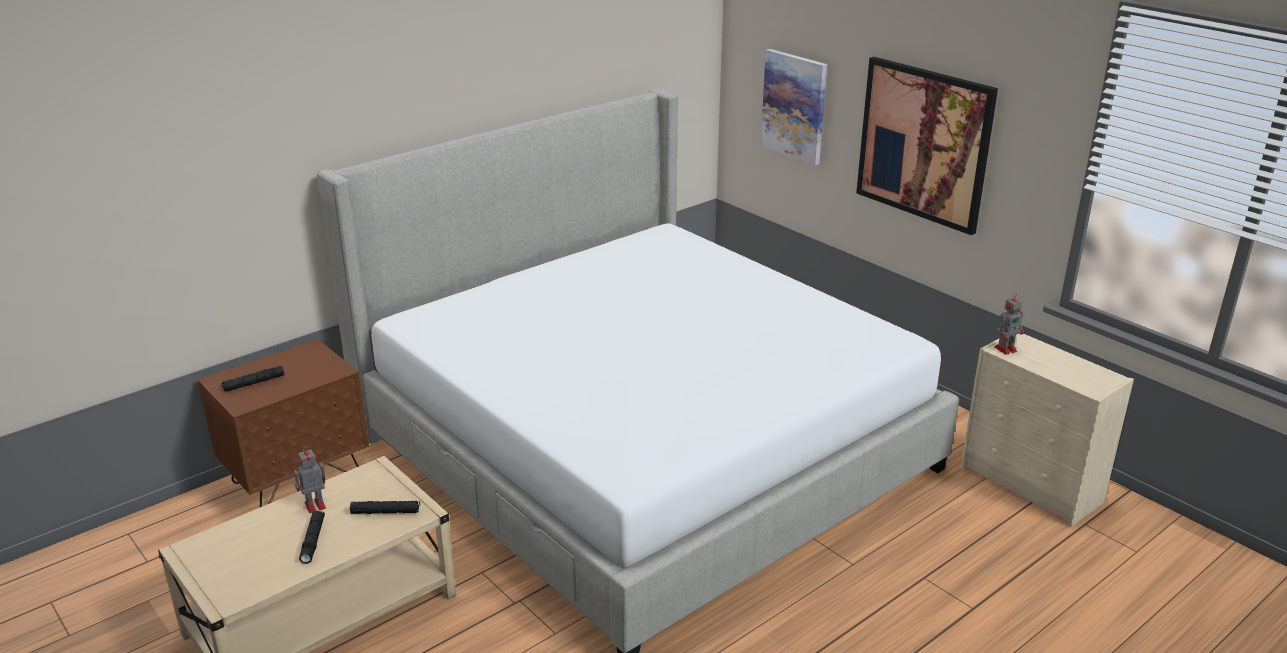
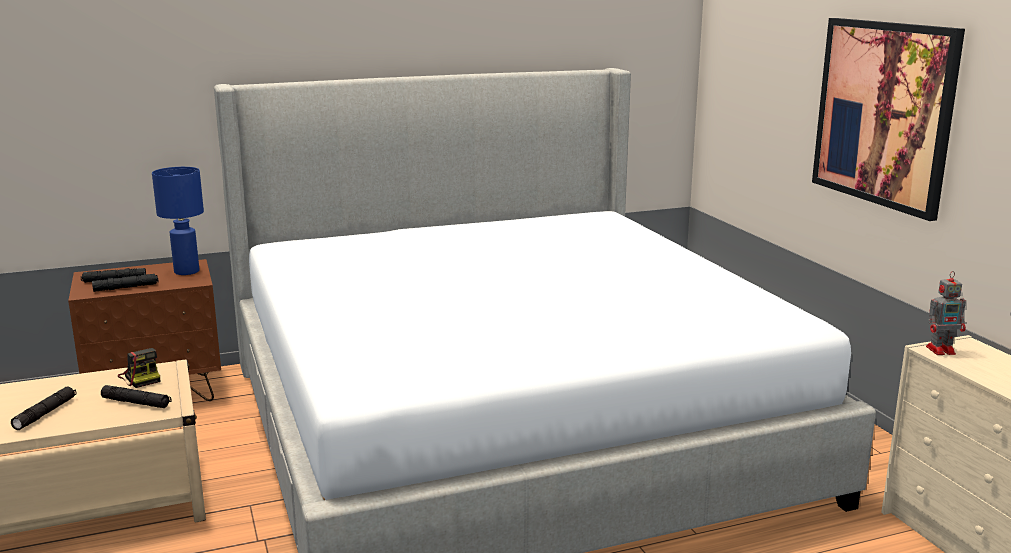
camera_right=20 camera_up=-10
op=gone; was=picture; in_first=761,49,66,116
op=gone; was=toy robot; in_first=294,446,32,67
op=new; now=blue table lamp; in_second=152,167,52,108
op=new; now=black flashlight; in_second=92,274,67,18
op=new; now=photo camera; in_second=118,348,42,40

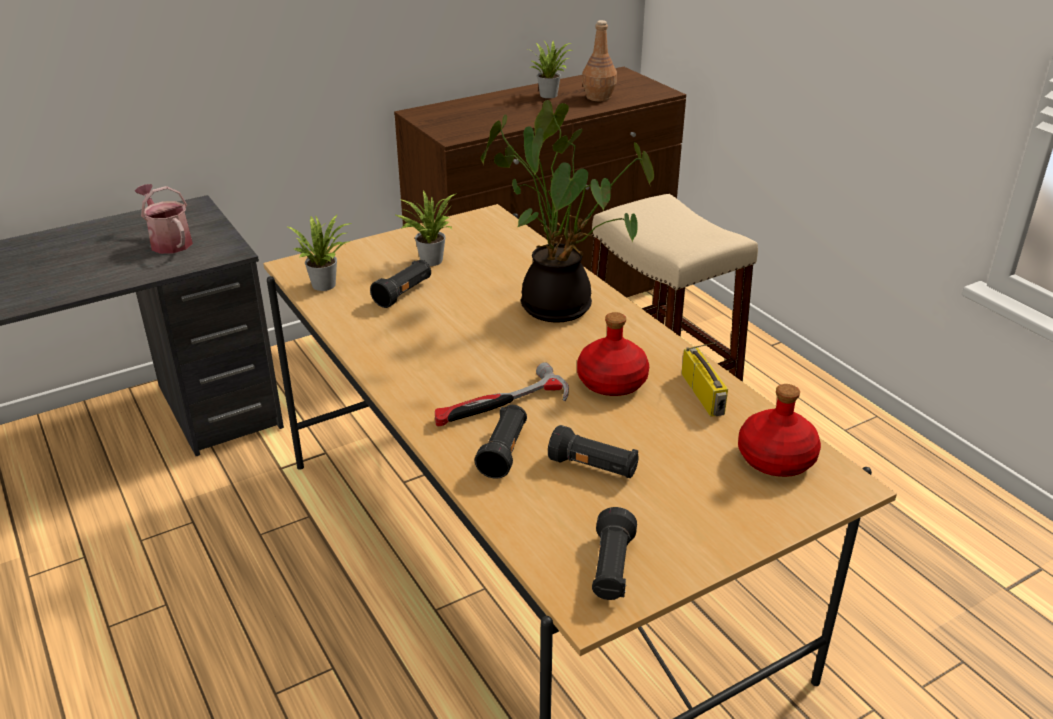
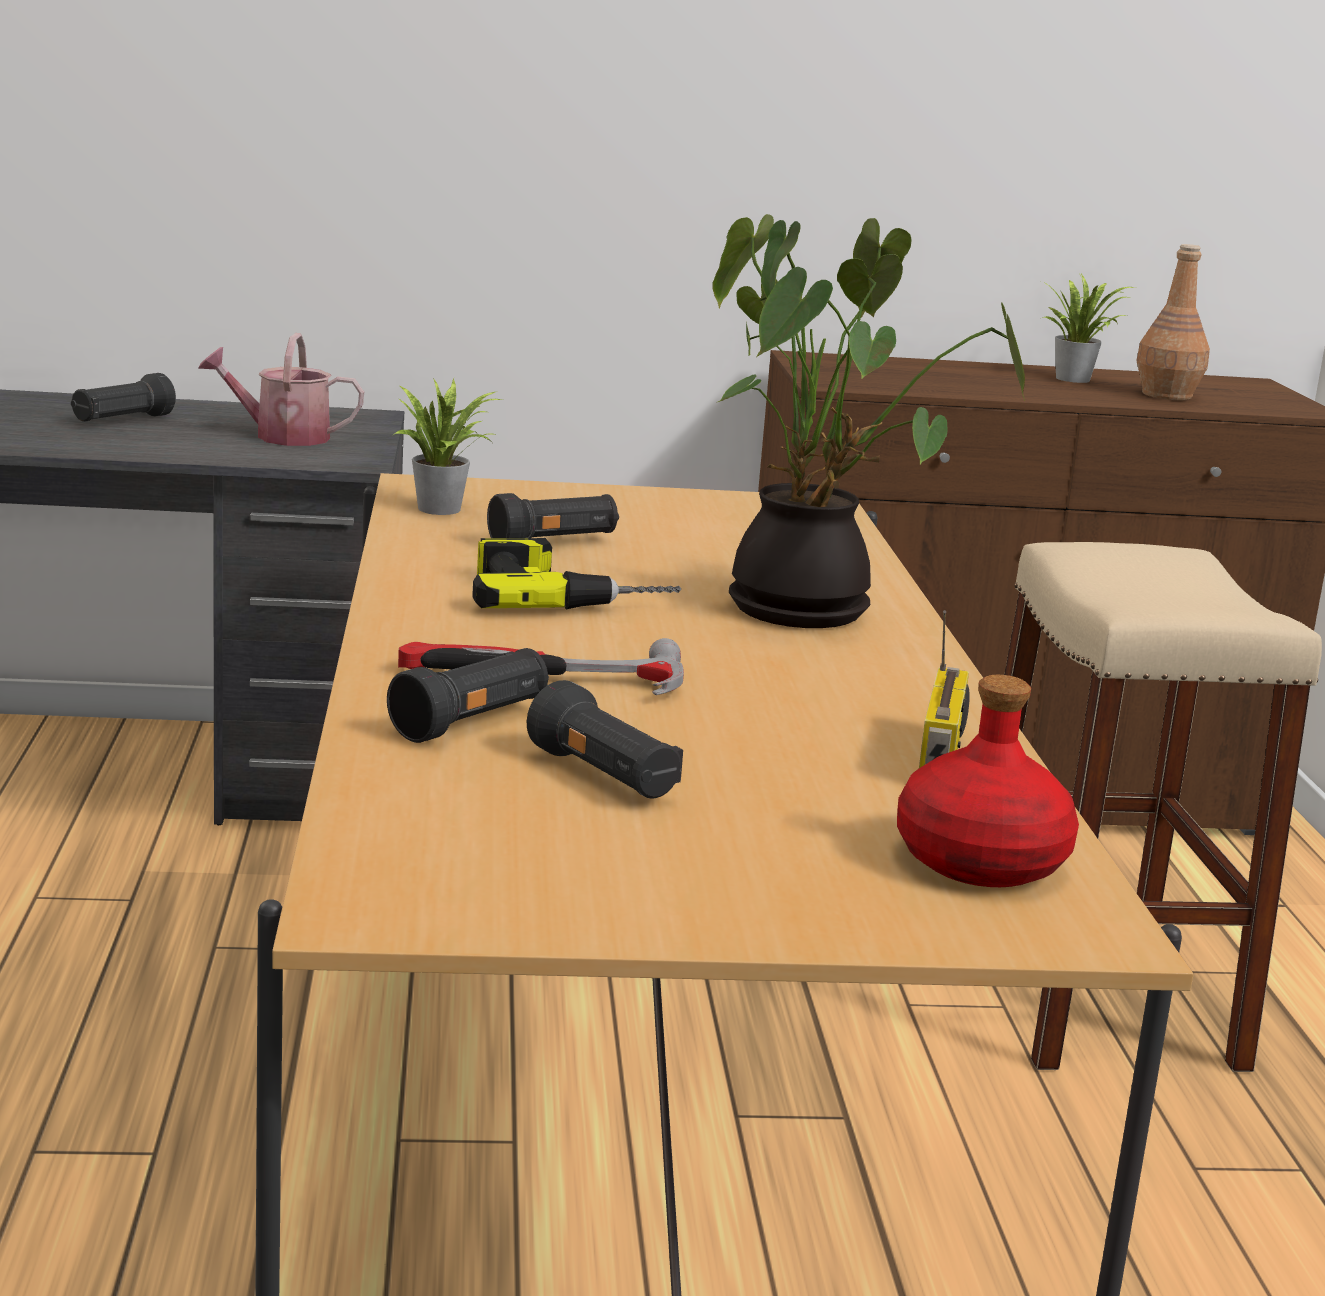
camera_right=25 camera_up=-15
op=rotated; was=watering can; in_first=135,184,58,70; in_second=198,333,166,113; clockwise=-75
op=gone; was=potted plant; in_first=396,190,61,76
op=gone; was=red bottle; in_first=577,312,72,84
op=shifted; was=black flashlight; in_first=592,507,45,93; in_second=71,373,105,49
op=new; now=power drill; in_second=472,538,209,71

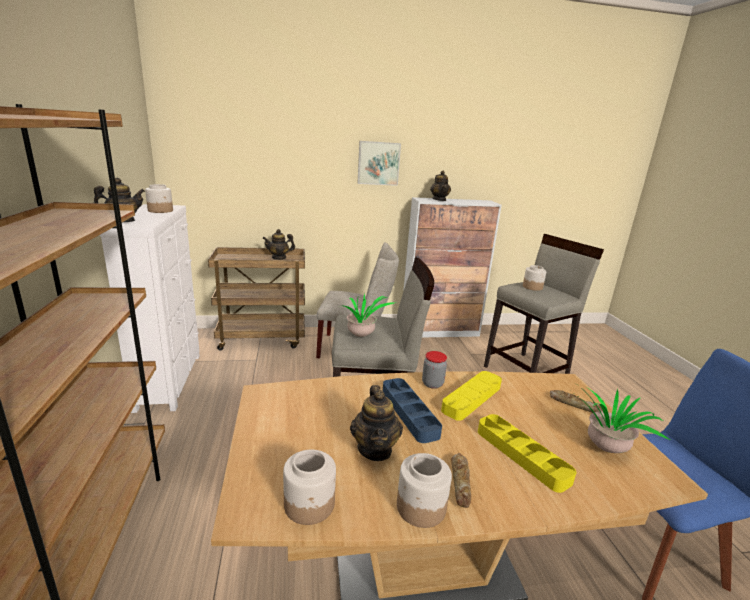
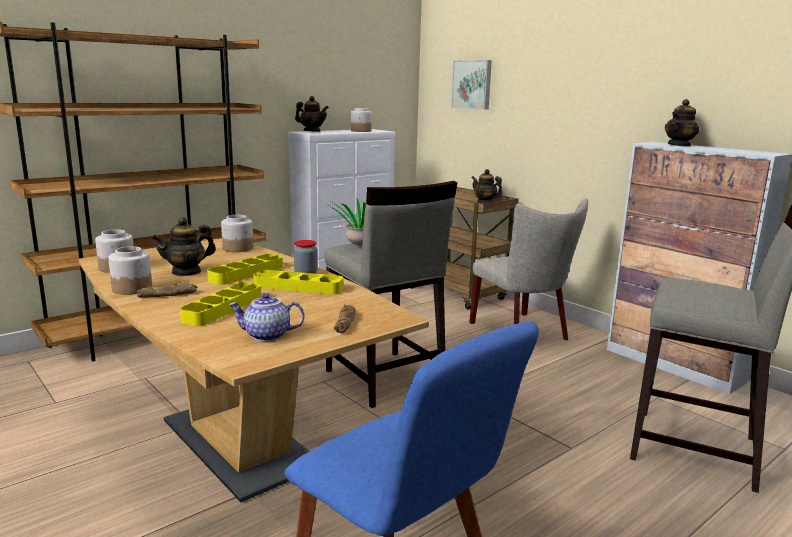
camera_right=60 camera_up=-5
op=shifted; was=picture; in_first=358,141,43,45; in_second=451,60,41,50
op=shifted; was=jar; in_first=523,265,23,26; in_second=221,215,32,37
op=repainted; was=blue tray; now=yellow tray; in_first=383,378,59,65; in_second=207,254,76,31
op=swapped; was=potted plant; now=teapot; in_first=579,386,93,67; in_second=228,293,76,48

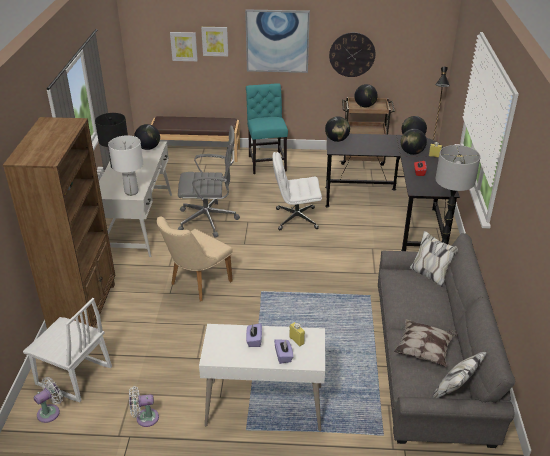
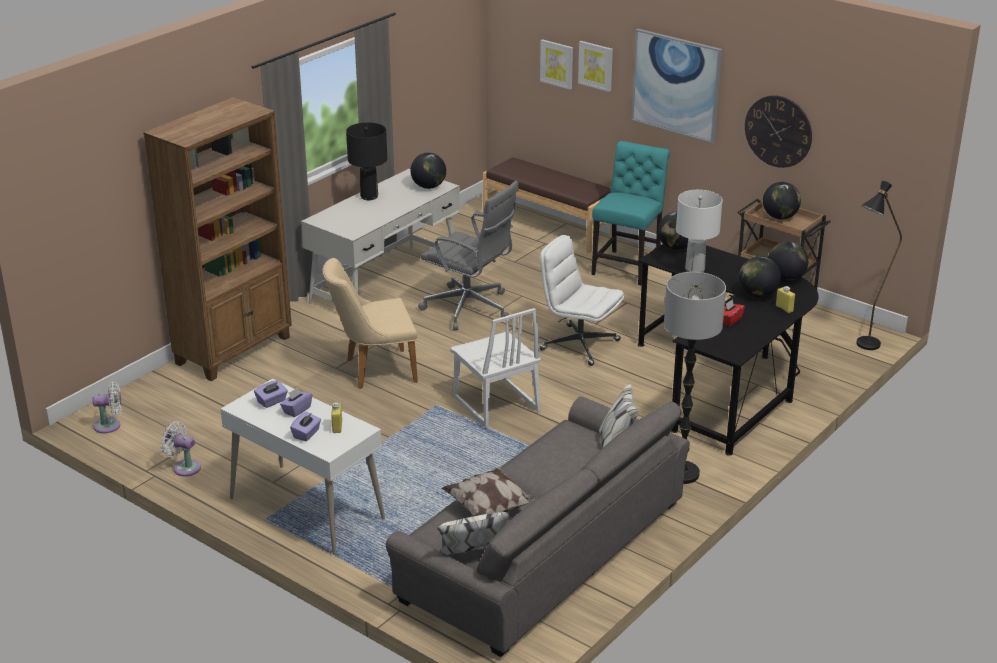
camera_right=35 camera_up=-5
op=shifted; was=white table lamp; in_first=108,135,35,61; in_second=676,190,47,82
op=shifted; was=white chair; in_first=23,298,89,104; in_second=450,308,91,120
op=new; now=purple tissue box; in_second=254,380,34,28

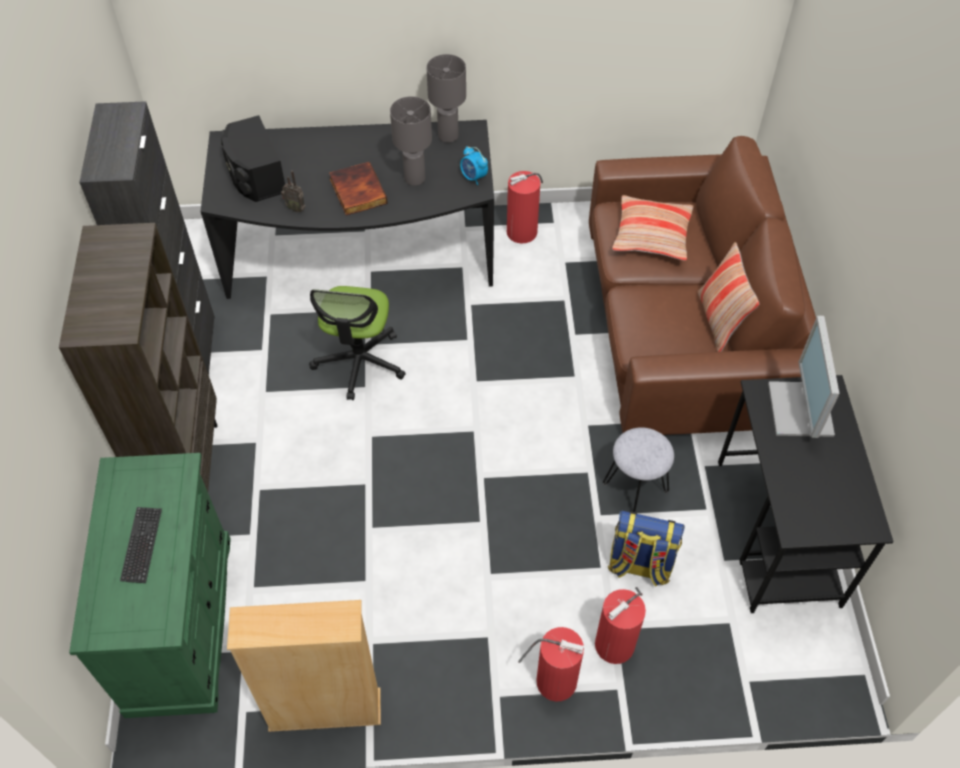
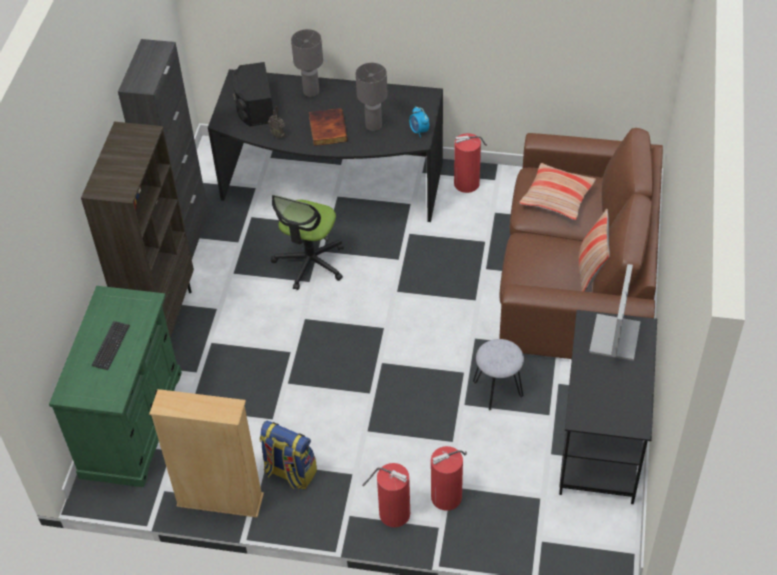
camera_right=15 camera_up=-5
op=shifted; was=grey table lamp; in_first=426,54,40,89; in_second=291,29,32,68
op=shifted; was=backpack; in_first=608,511,77,76; in_second=260,420,57,69

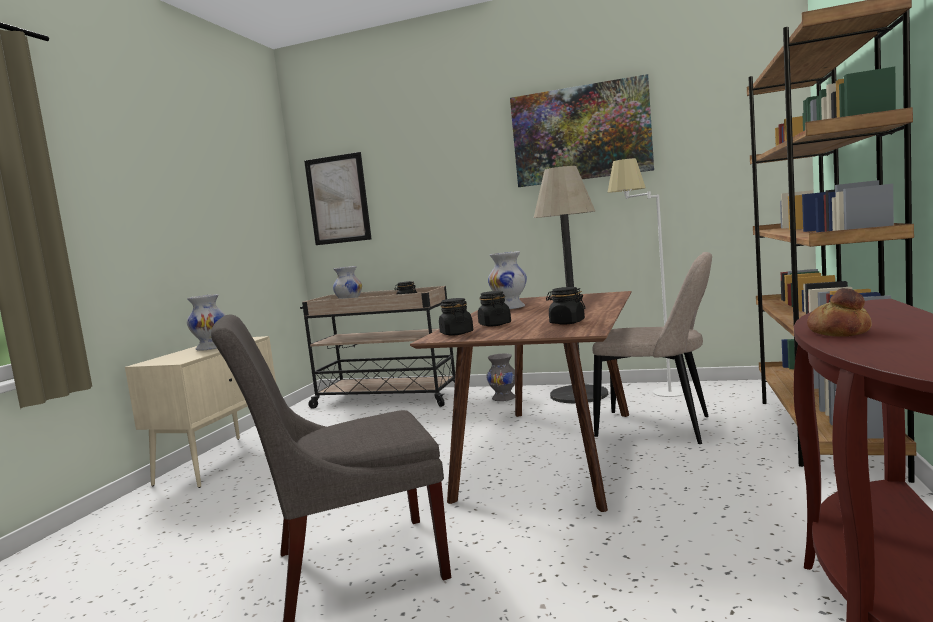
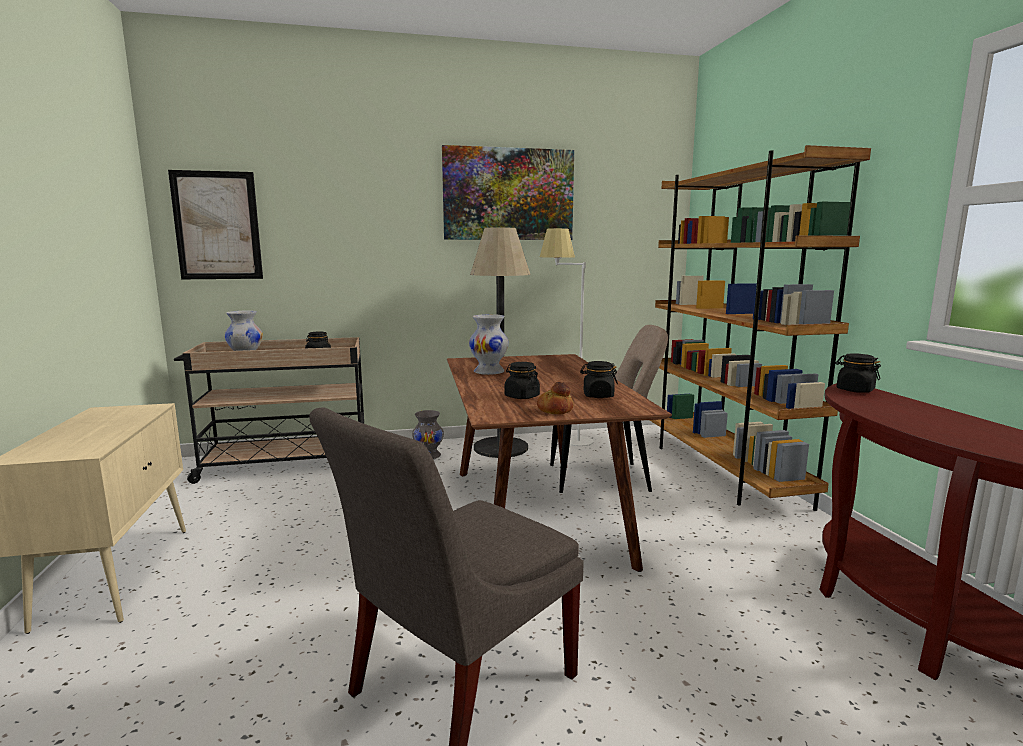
camera_right=-30 camera_up=5
op=shifted; was=bread; in_first=807,288,65,49; in_second=537,382,37,32
op=gone; was=white vase; in_first=187,294,38,57
op=shifted; was=black jar; in_first=439,298,34,37; in_second=835,353,46,40

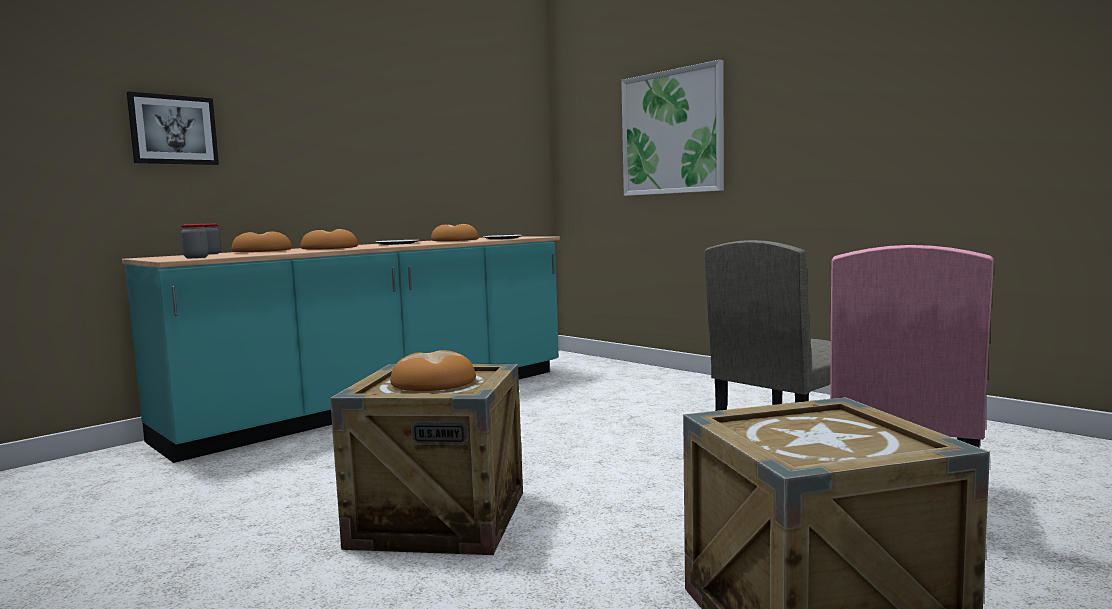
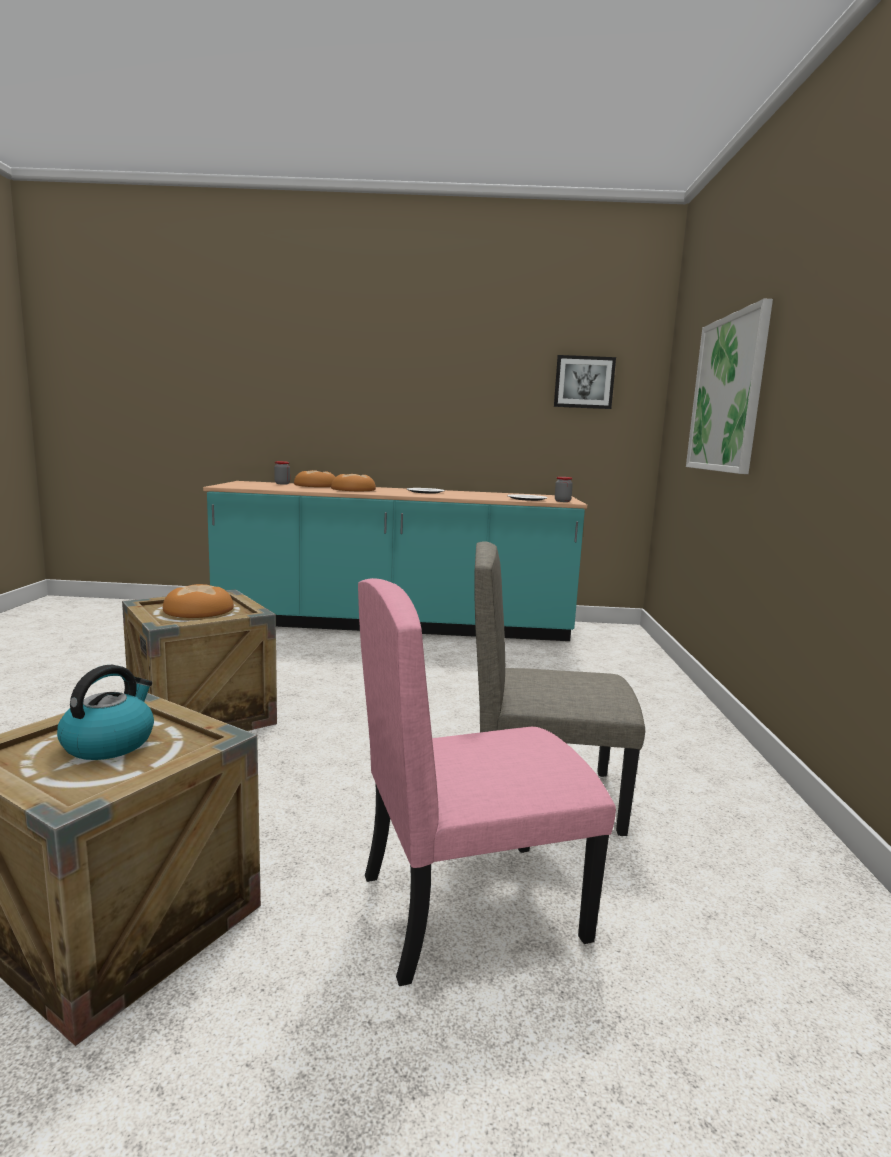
camera_right=45 camera_up=5
op=shifted; was=picture; in_first=127,91,92,74; in_second=554,355,62,54
op=shifted; was=jar; in_first=181,224,27,34; in_second=555,477,18,25
op=gone; was=bread; in_first=431,224,48,17
op=new; now=kettle; in_second=57,665,97,95

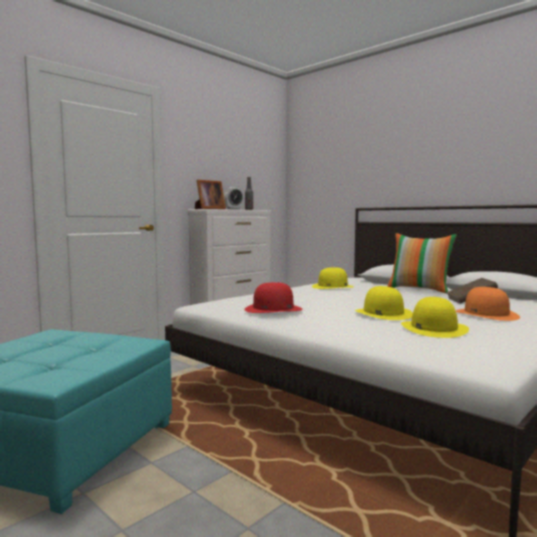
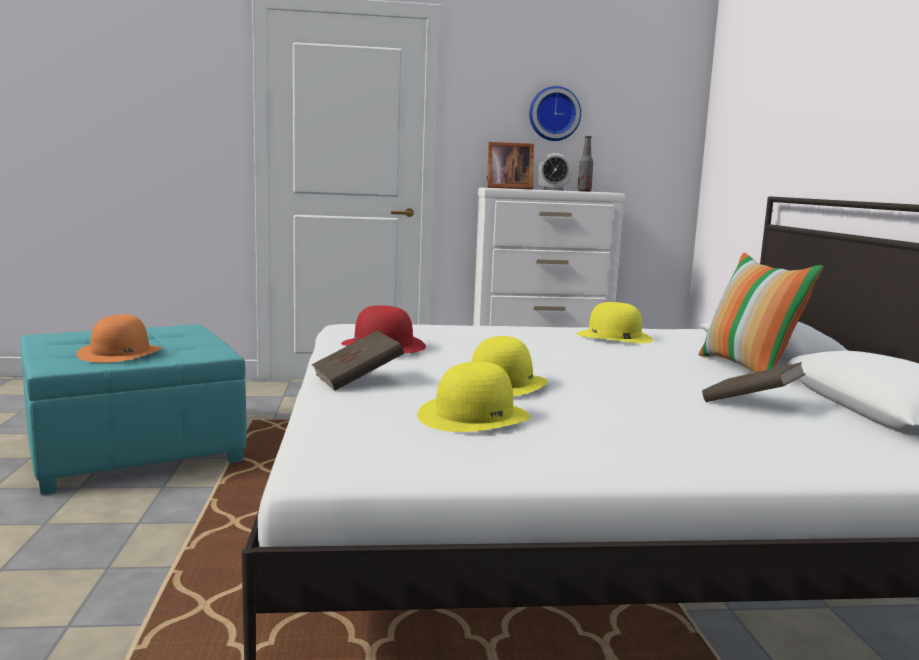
camera_right=40 camera_up=5
op=shifted; was=orange hat; in_first=456,287,64,34; in_second=77,315,85,48
op=new; now=wall clock; in_second=529,86,52,55
op=new; now=brown book; in_second=312,331,92,60

